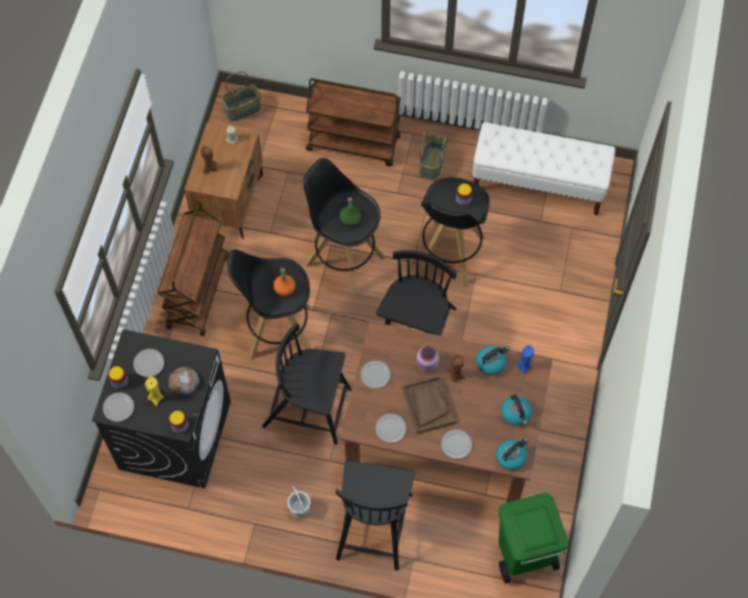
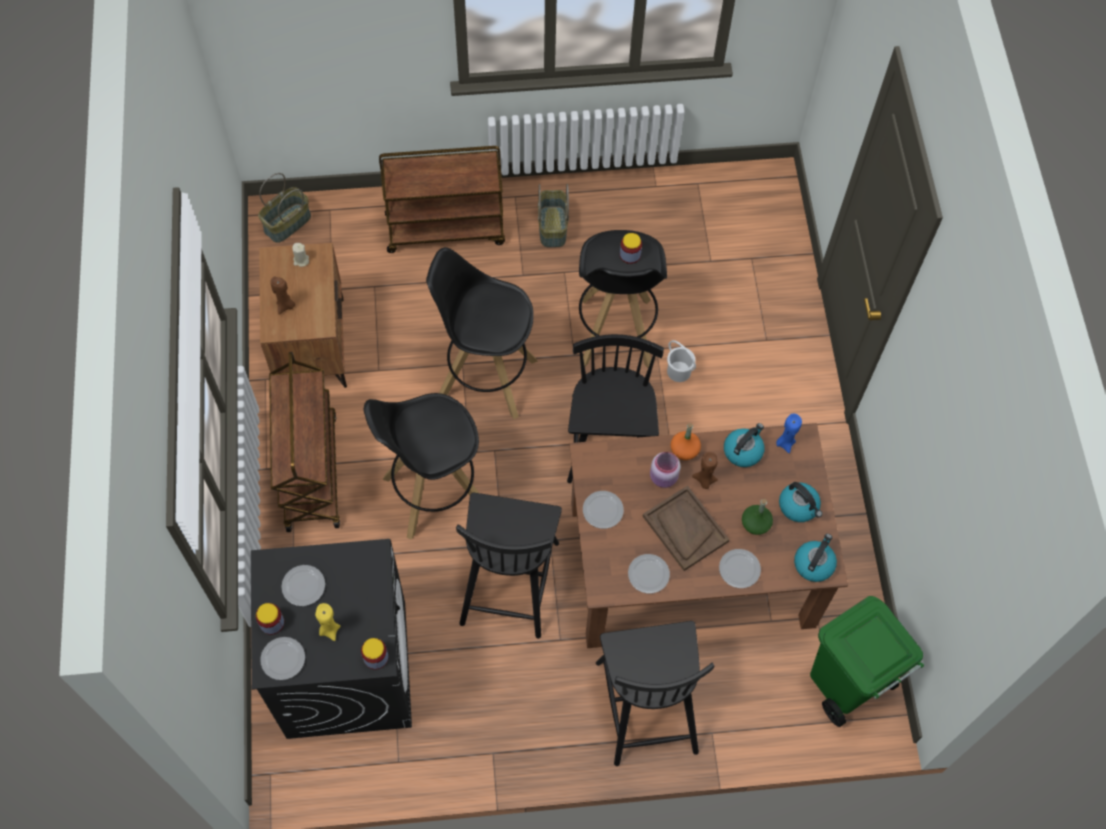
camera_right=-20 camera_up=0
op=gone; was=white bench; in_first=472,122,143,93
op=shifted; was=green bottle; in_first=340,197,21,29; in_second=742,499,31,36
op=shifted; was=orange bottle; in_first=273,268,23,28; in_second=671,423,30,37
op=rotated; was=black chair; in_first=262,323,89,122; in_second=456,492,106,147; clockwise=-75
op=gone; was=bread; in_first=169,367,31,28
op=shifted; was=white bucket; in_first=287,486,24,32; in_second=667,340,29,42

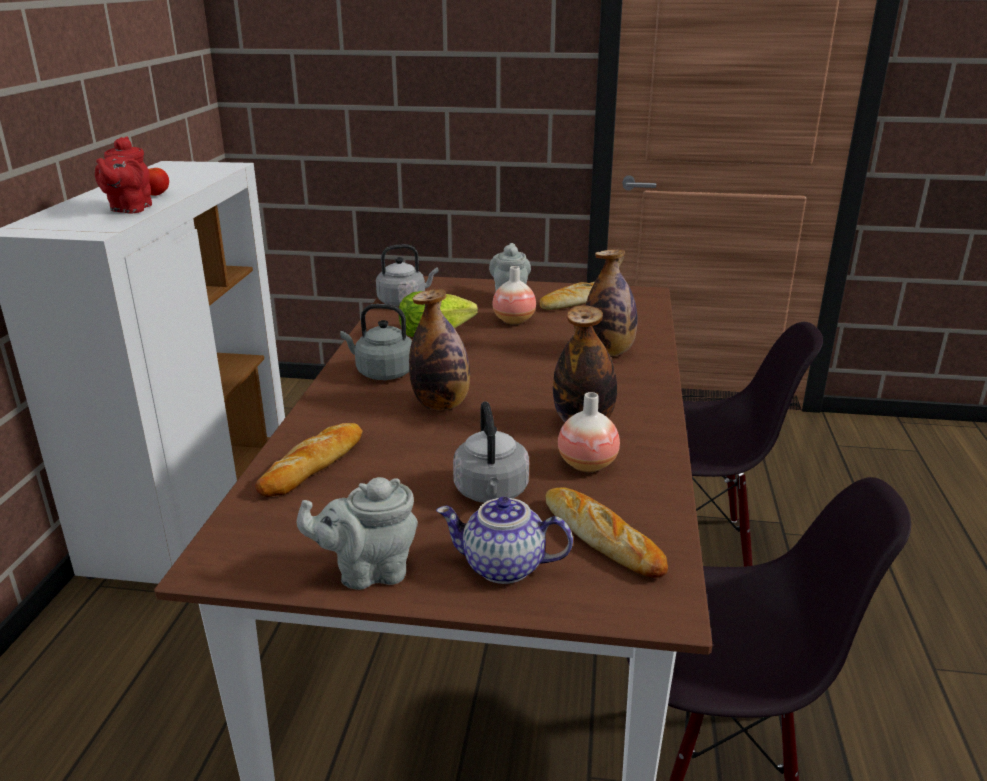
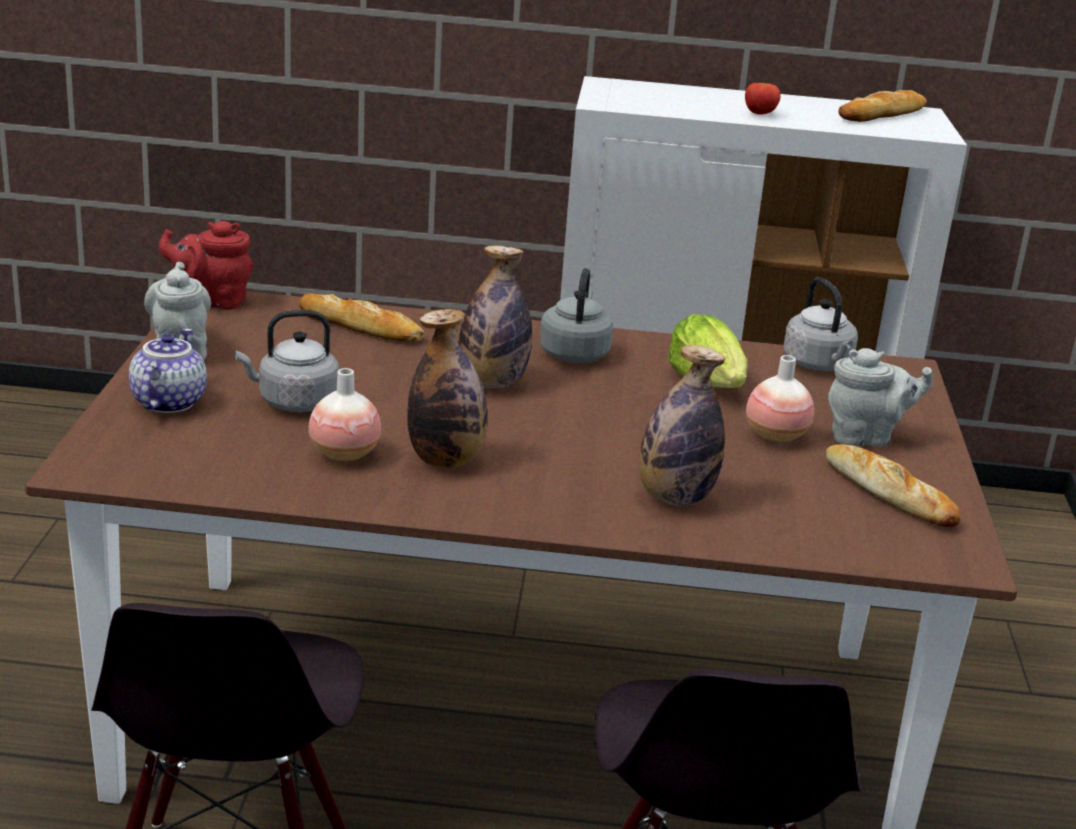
camera_right=85 camera_up=0
op=shifted; was=red teapot; in_first=95,136,57,78; in_second=158,221,95,89
op=shifted; was=bread; in_first=545,487,123,91; in_second=838,90,89,32

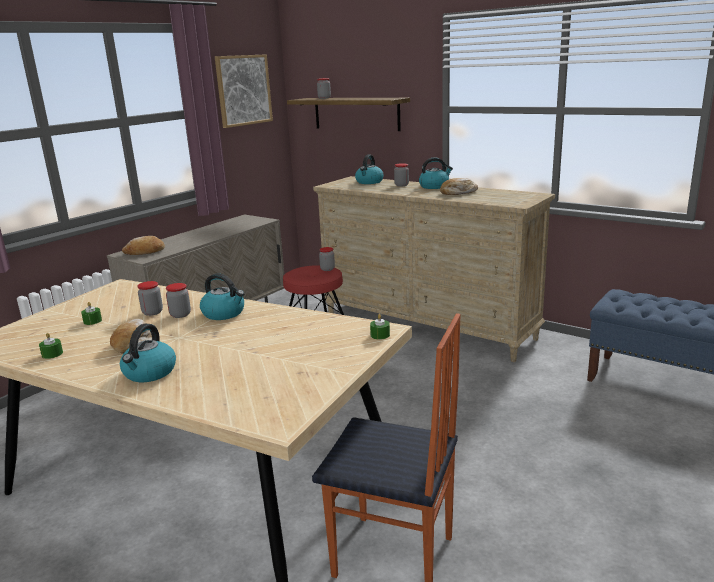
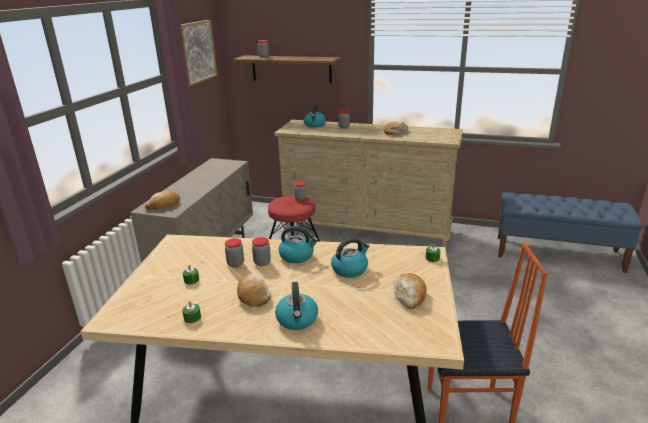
camera_right=-20 camera_up=5
op=shifted; was=kettle; in_first=419,158,34,31; in_second=331,238,38,40
op=new; now=bread; in_second=393,273,33,36

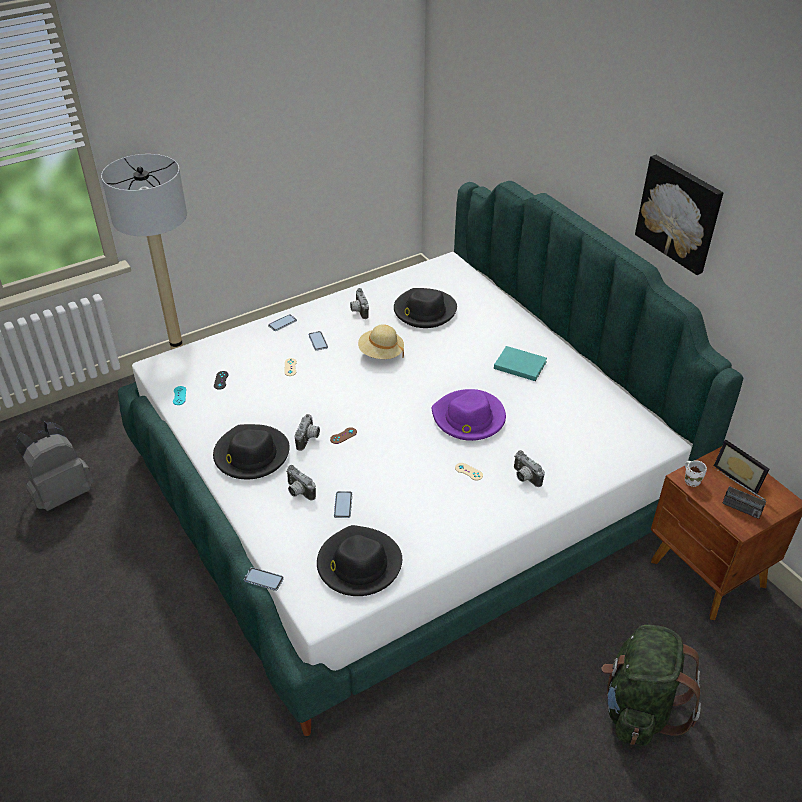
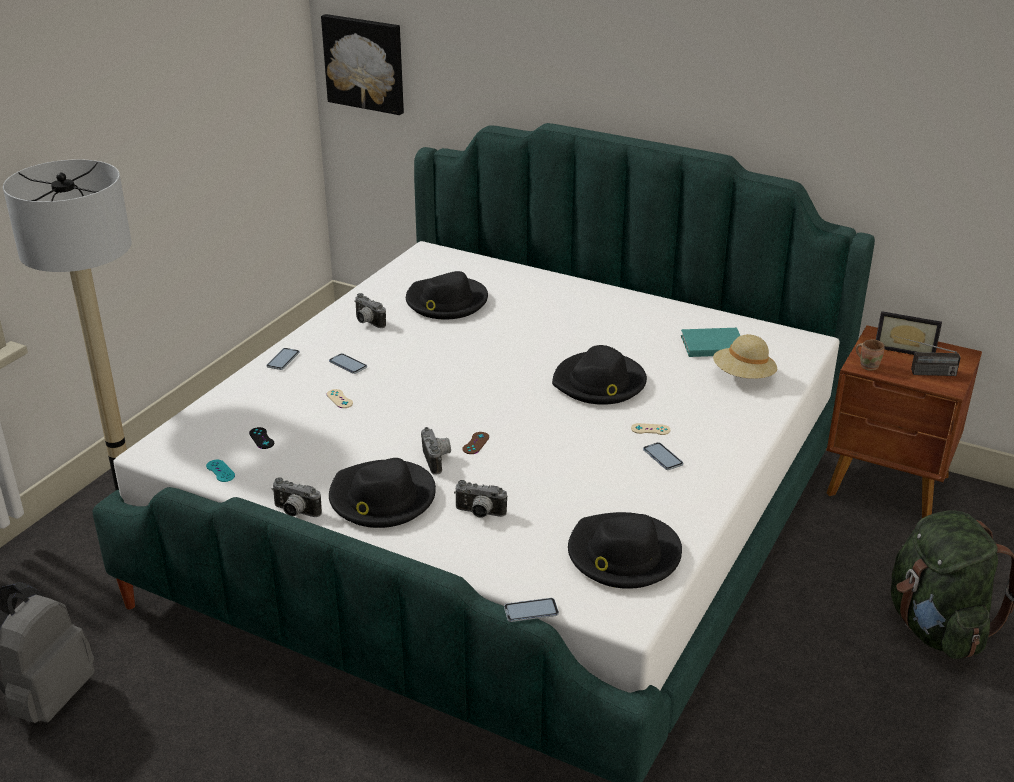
camera_right=-30 camera_up=-10
op=shifted; was=picture; in_first=635,155,89,120; in_second=321,14,83,101
op=shifted; was=beige hat; in_first=358,324,46,35; in_second=713,334,64,45
op=shifted; was=turquoise book; in_first=494,346,53,35; in_second=681,328,59,29
op=repainted; was=purple hat; now=black hat; in_first=432,389,74,52; in_second=552,345,95,60
op=shifted; was=photo camera; in_first=514,450,31,37; in_second=271,477,51,40
op=repainted; was=white mug; now=brown mug; in_first=685,460,22,27; in_second=856,339,29,31
op=shifted; was=phone; in_first=334,491,18,27; in_second=643,442,40,28

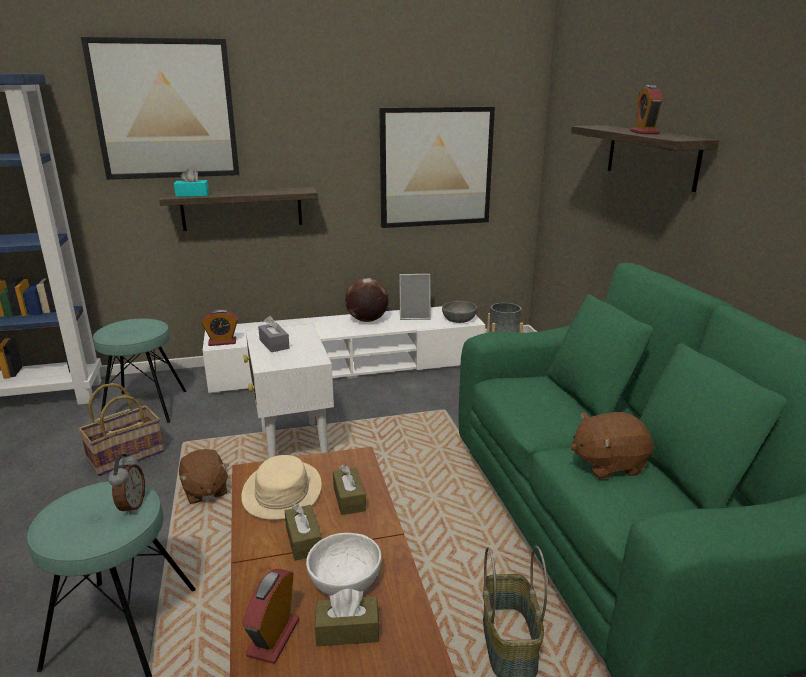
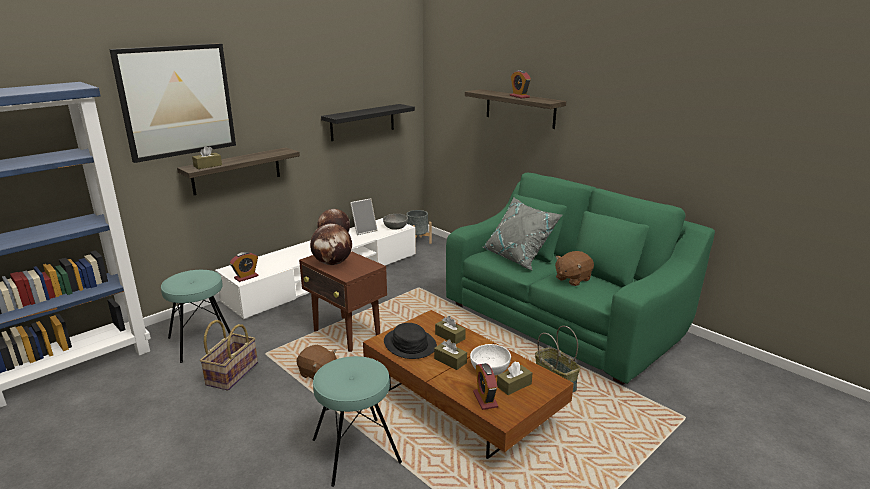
camera_right=-30 camera_up=0
op=swapped; was=picture; now=black shelf; in_first=379,107,116,121; in_second=321,104,94,37
op=repainted; was=turquoise tissue box; now=brown tissue box; in_first=174,169,35,28; in_second=192,146,30,23
op=swapped; was=grey tissue box; now=globe; in_first=258,316,32,36; in_second=310,224,42,41
op=repainted; was=white side table; now=brown side table; in_first=244,324,90,135; in_second=299,251,88,101
op=gone; was=alarm clock; in_first=108,454,37,61
op=repainted; was=beige hat; now=black hat; in_first=241,455,81,65; in_second=384,323,53,36
op=new; now=grey pillow; in_second=482,197,80,74

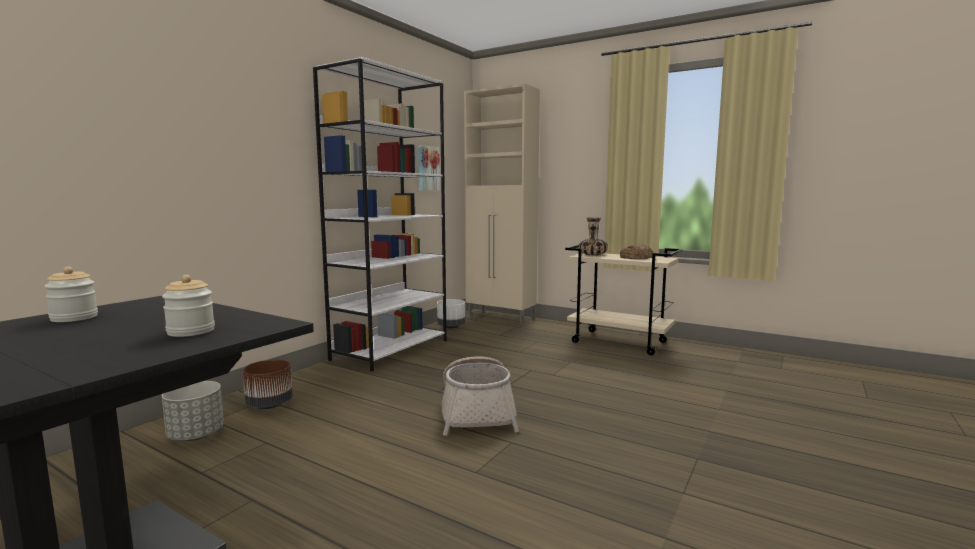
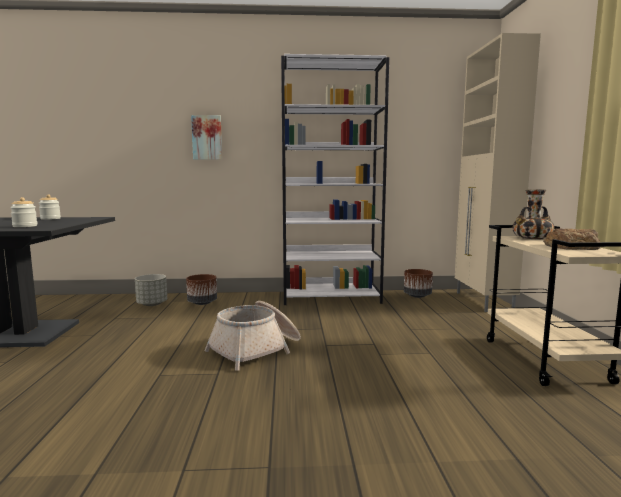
camera_right=55 camera_up=0
op=shifted; was=picture; in_first=418,145,22,46; in_second=191,115,31,45
op=repainted; was=white planter; now=brown planter; in_first=437,299,28,30; in_second=404,269,29,29

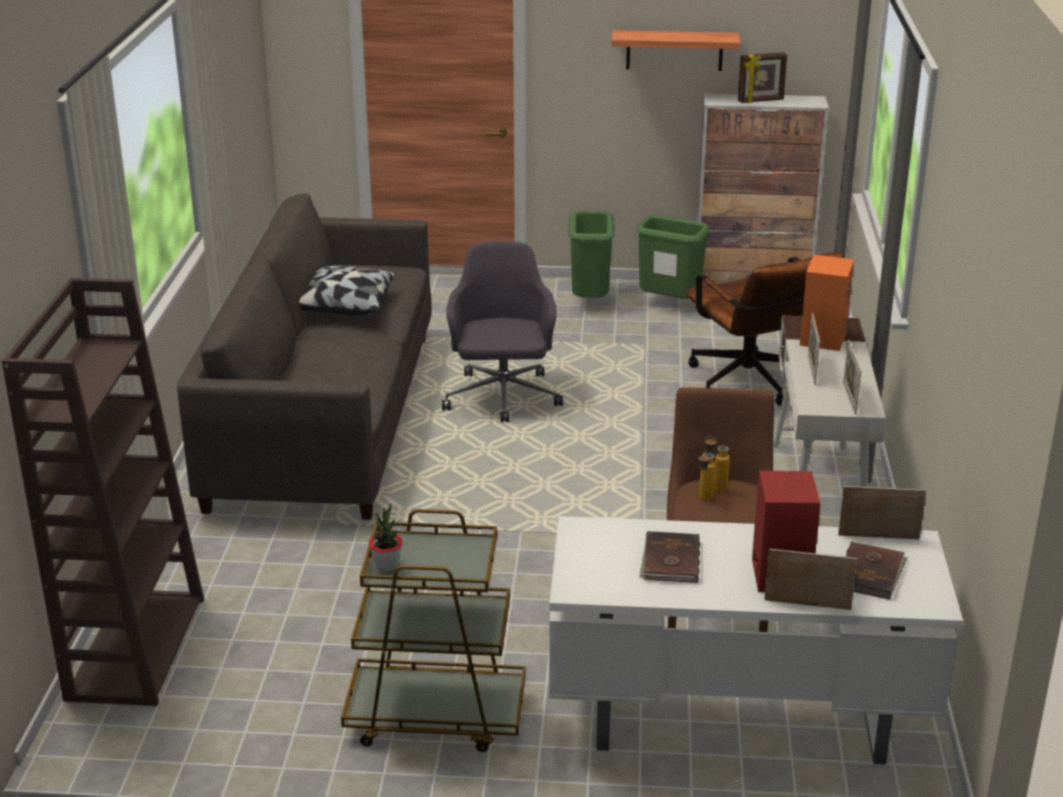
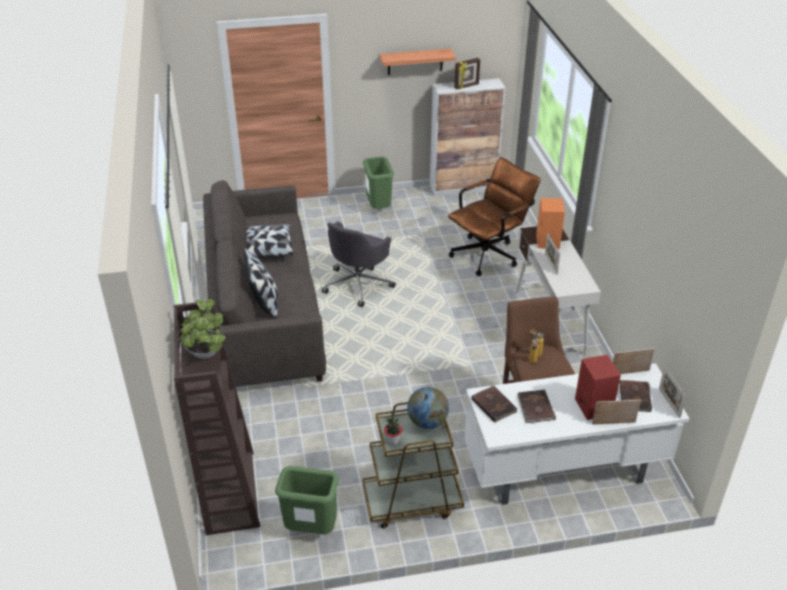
camera_right=-15 camera_up=10
op=shifted; was=green trash can; in_first=636,215,74,84; in_second=275,466,64,68
op=rotated; was=grey office chair; in_first=442,241,121,181; in_second=322,222,74,85; clockwise=-135
op=rotated; was=brown office chair; in_first=685,252,159,153; in_second=448,157,93,119; clockwise=-90
op=shifted; was=picture frame; in_first=843,339,18,76; in_second=659,367,27,52
op=new; now=pillow; in_second=244,248,34,71
op=new; now=potted plant; in_second=177,299,48,60
op=new; now=brown book; in_second=472,385,45,38
op=new; now=globe; in_second=407,387,42,42

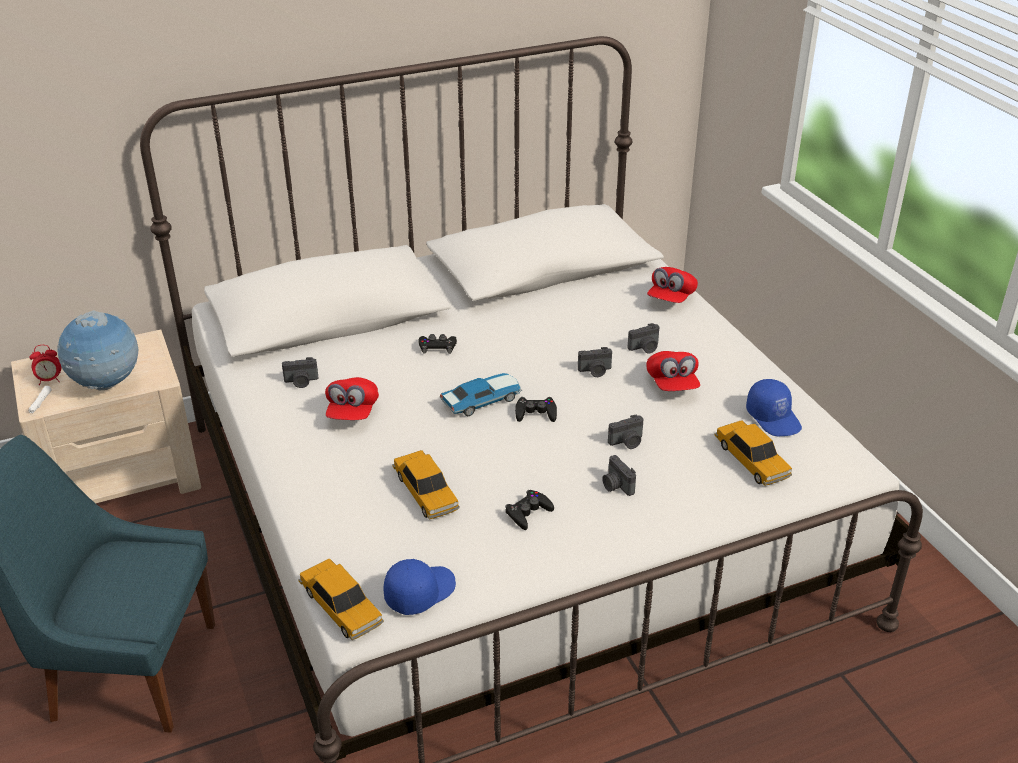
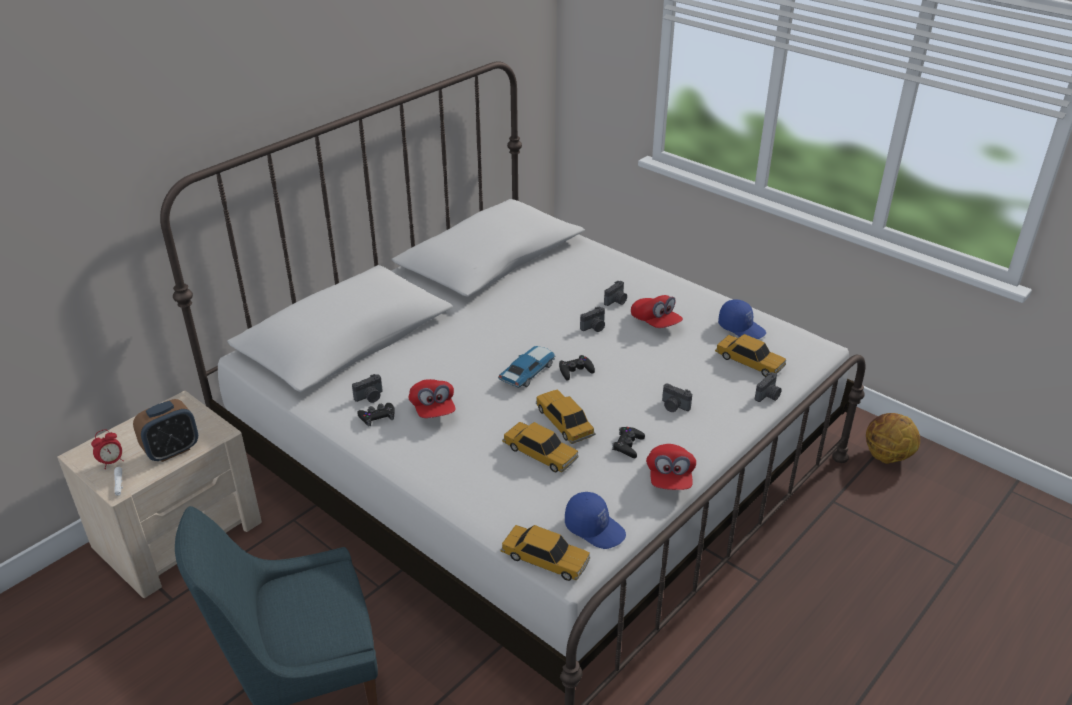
camera_right=-25 camera_up=0
op=shifted; was=red cap; in_first=647,267,51,36; in_second=646,444,50,46
op=swapped; was=globe; now=alarm clock; in_first=57,310,81,80; in_second=133,399,65,63
op=shifted; was=black game controller; in_first=419,334,38,20; in_second=357,403,38,24
op=shifted; was=photo camera; in_first=608,414,35,35; in_second=755,372,27,30
op=rotated; was=blue cap; in_first=384,559,72,56; in_second=565,492,61,57; clockwise=105
op=new; now=toy car; in_second=536,390,60,54
op=new; now=basketball; in_second=866,413,54,51

